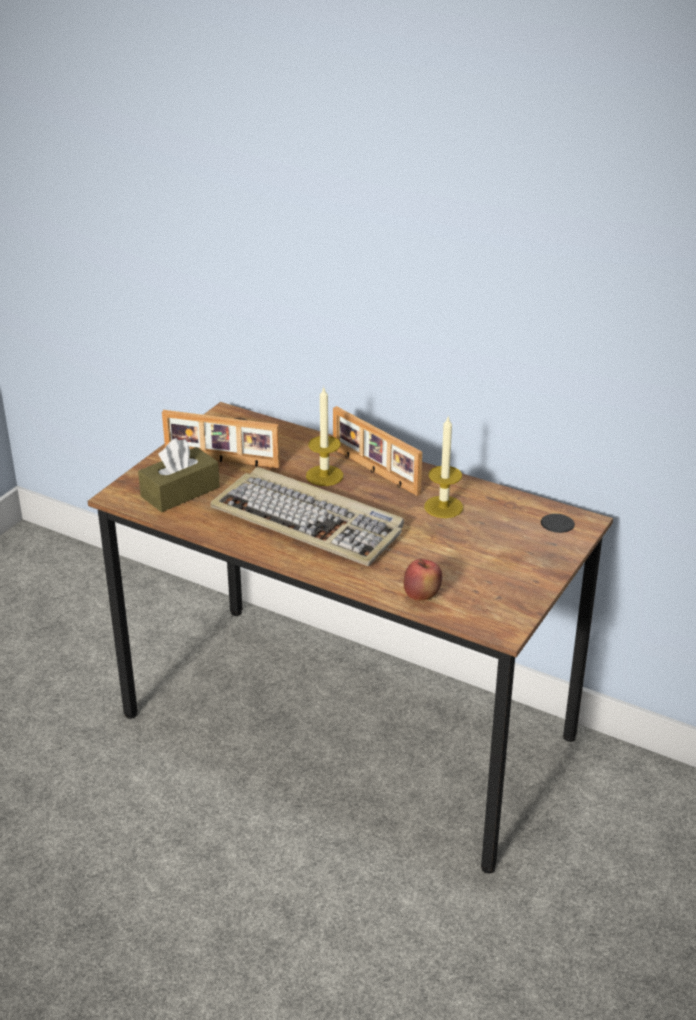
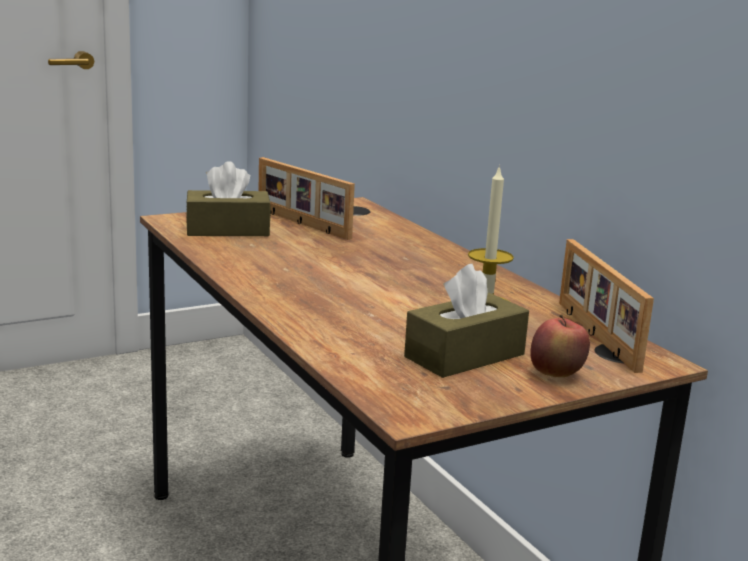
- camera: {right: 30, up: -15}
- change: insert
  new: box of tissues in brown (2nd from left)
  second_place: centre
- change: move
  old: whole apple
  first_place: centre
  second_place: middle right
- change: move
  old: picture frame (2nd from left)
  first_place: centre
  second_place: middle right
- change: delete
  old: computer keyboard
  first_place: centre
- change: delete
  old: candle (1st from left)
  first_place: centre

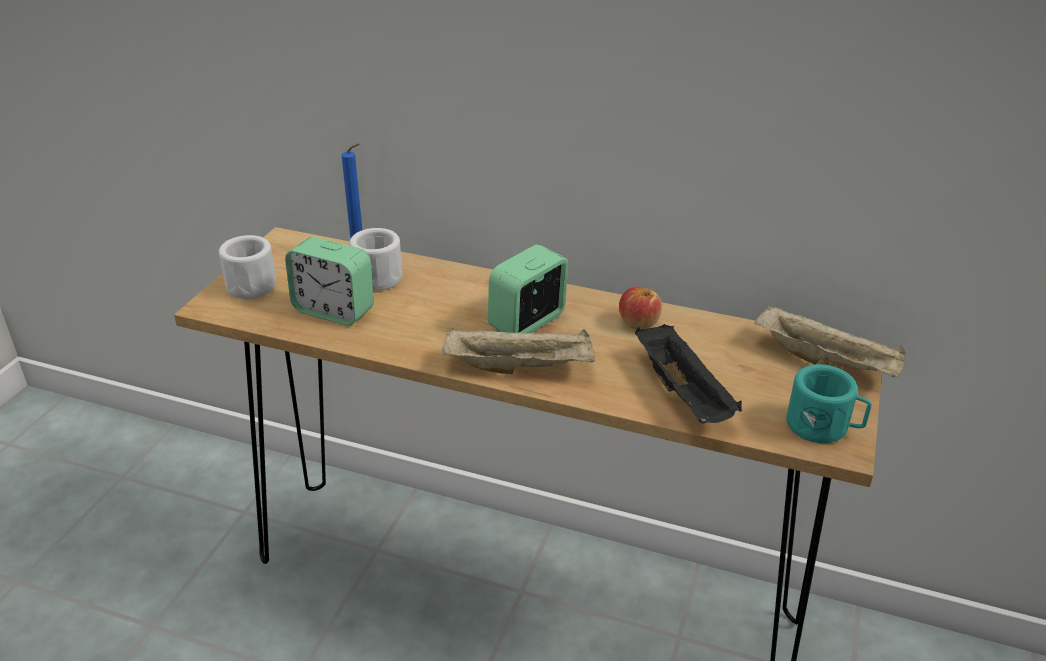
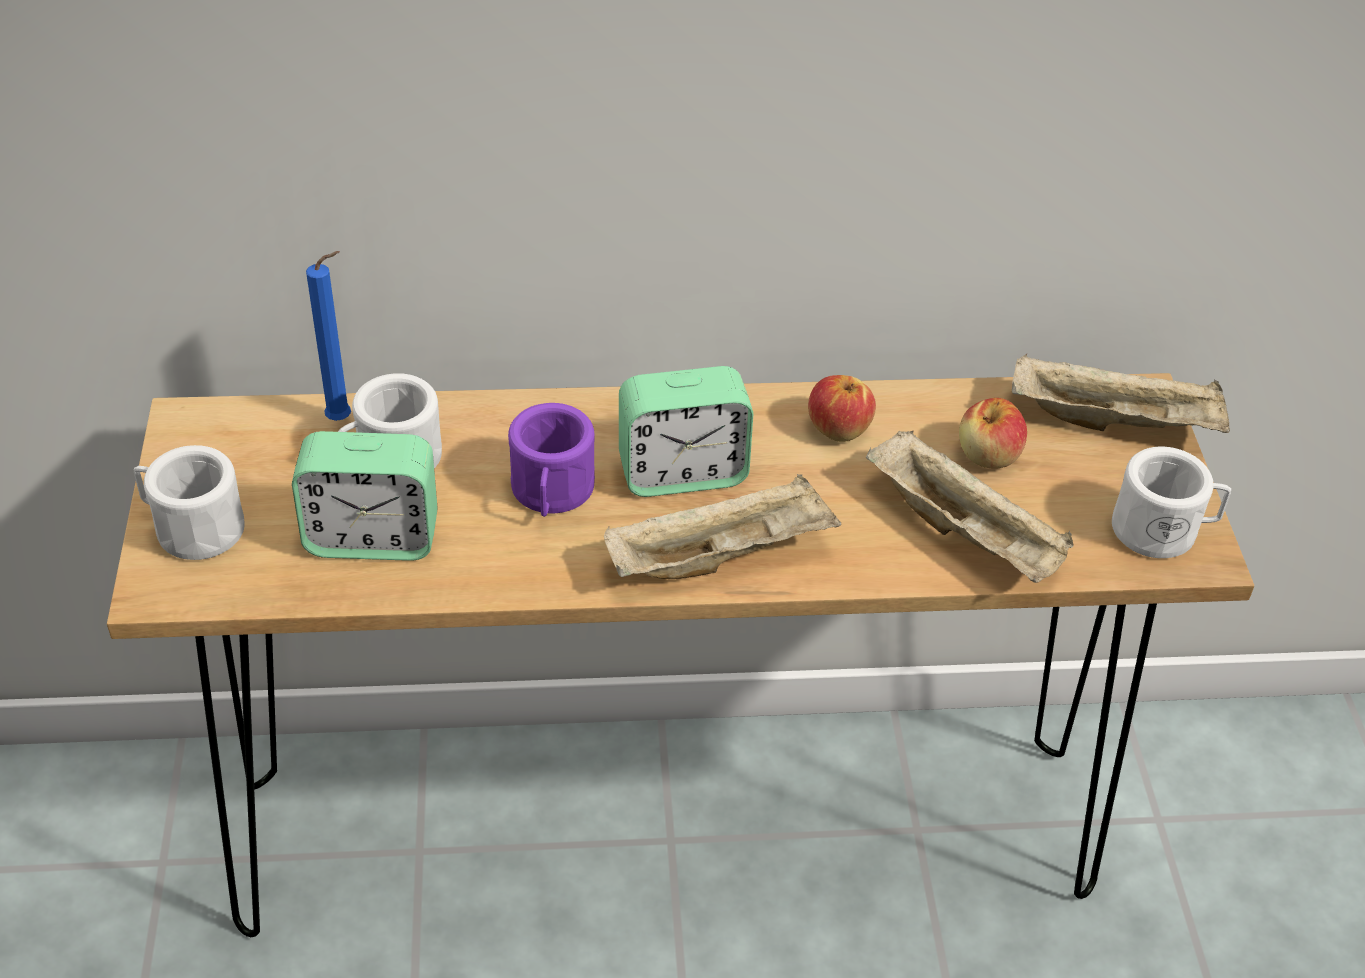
- camera: {right: -25, up: 10}
- change: insert
  new: tea mug in purplish
  second_place: centre
- change: rotate
  old: table clock (2nd from left)
  first_place: centre
  second_place: centre
  degrees: -120
- change: recolor
  old: serving tray in black
  new: serving tray in sand-coloured (2nd from left)
  first_place: centre
  second_place: middle right
- change: insert
  new: whole apple (2nd from left)
  second_place: middle right
- change: recolor
  old: tea mug in blue-green
  new: tea mug in white-coloured (3rd from left)
  first_place: middle right
  second_place: middle right

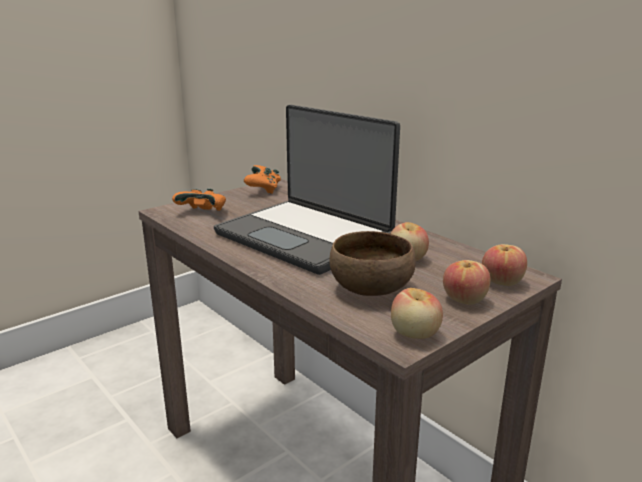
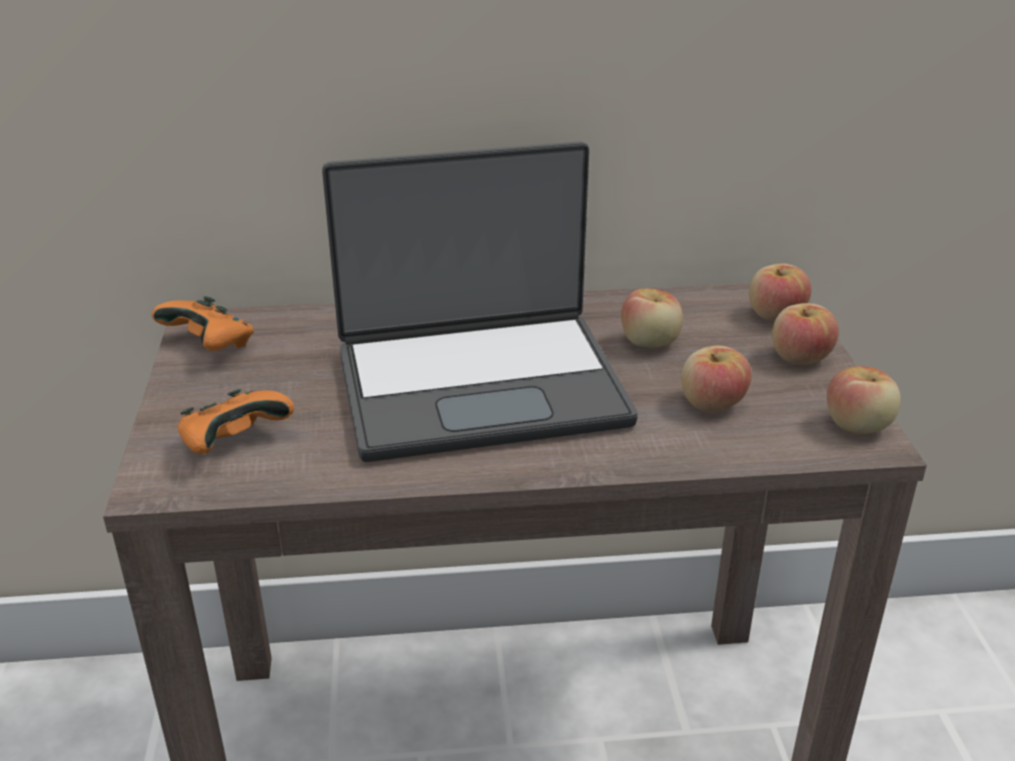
- camera: {right: -55, up: 10}
- change: replace
  old: bowl in brown
  new: whole apple (2nd from left)
  first_place: centre
  second_place: middle right

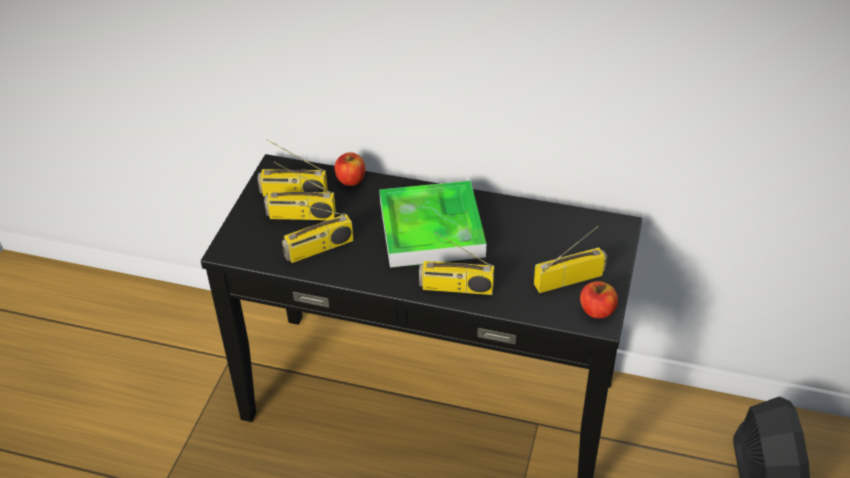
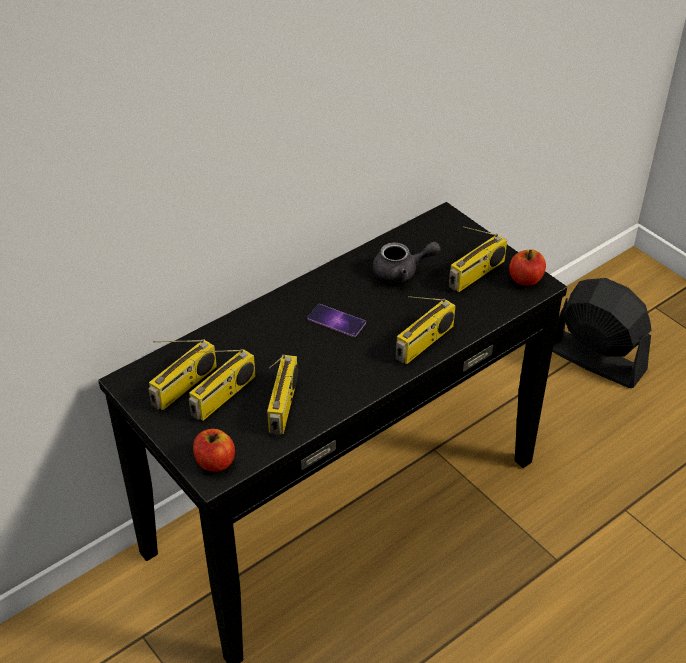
- camera: {right: -55, up: 0}
- change: move
  old: whole apple (1st from left)
  first_place: centre
  second_place: bottom left
- change: replace
  old: serving tray
  new: telephone
  first_place: centre
  second_place: centre
- change: insert
  new: tea pot in greyish
  second_place: centre
- change: rotate
  old: radio set (5th from left)
  first_place: middle right
  second_place: middle right
  degrees: -150

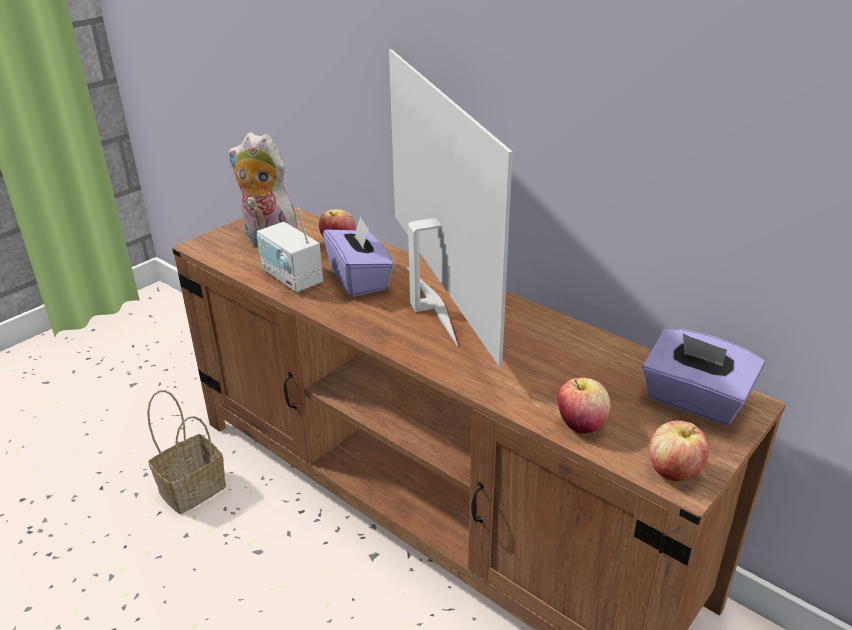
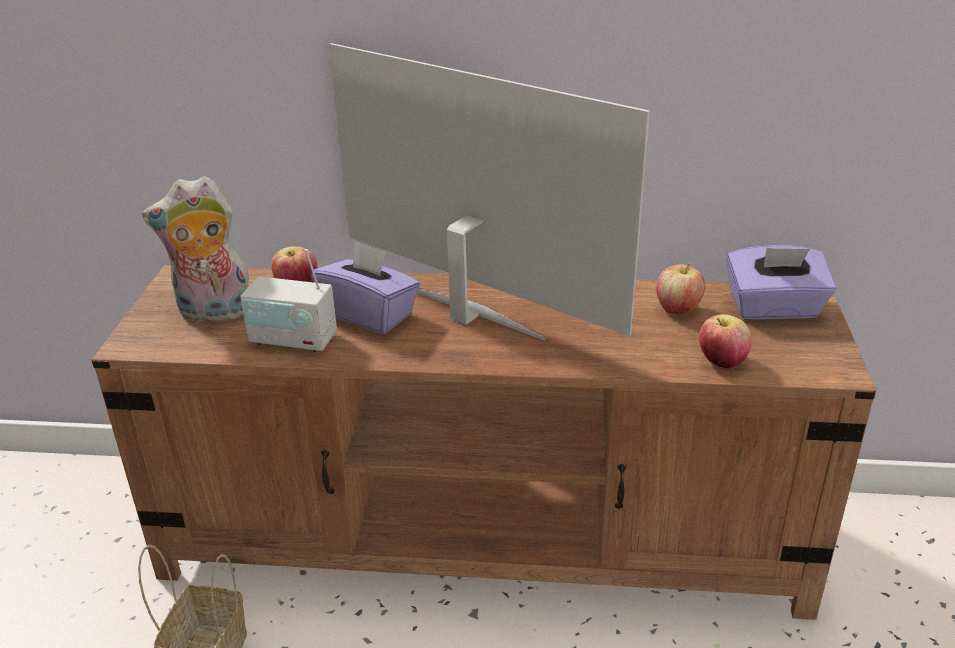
- camera: {right: -35, up: 0}
- change: move
  old: whole apple (3rd from left in the first image)
  new: whole apple (2nd from left)
  first_place: bottom right
  second_place: middle right

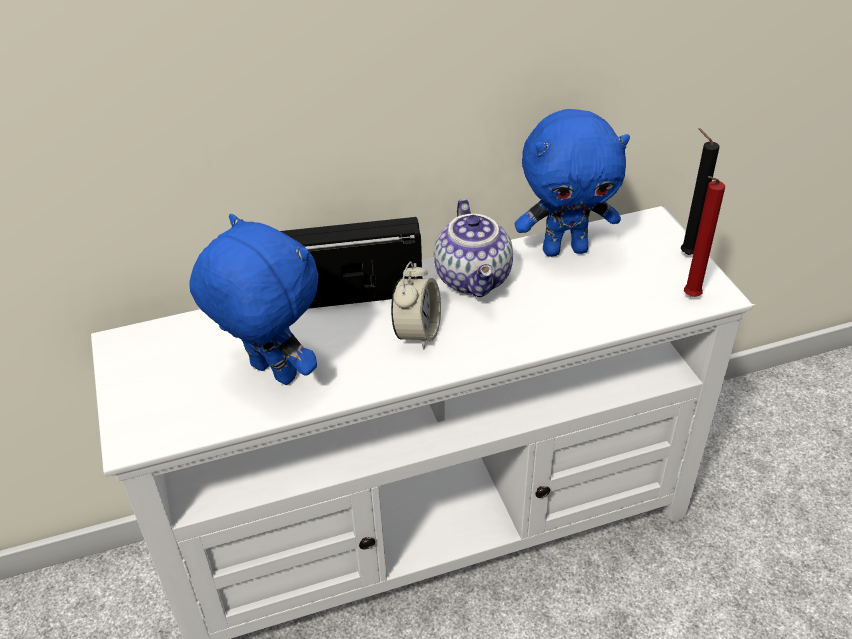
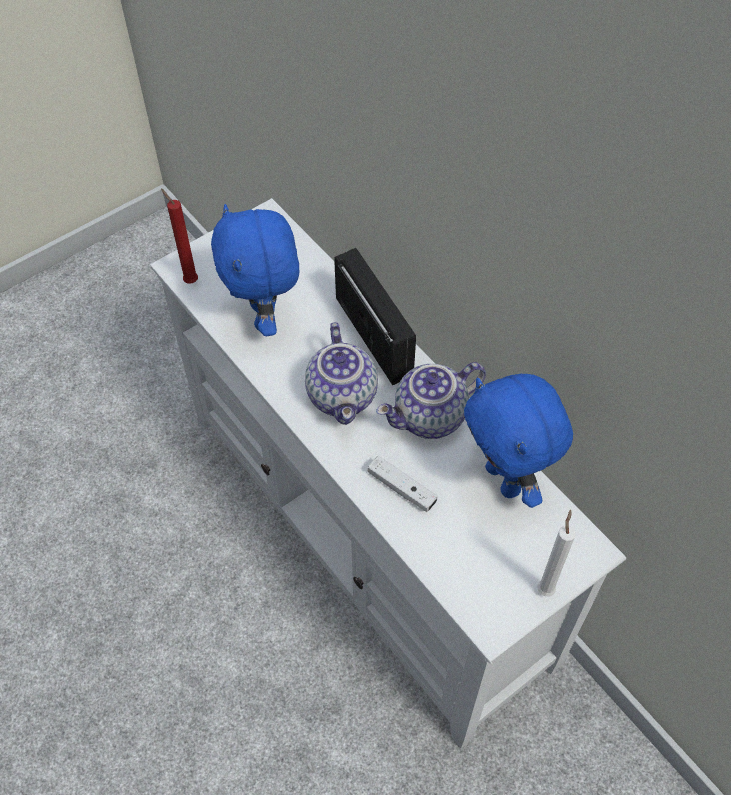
- camera: {right: 70, up: 15}
- change: move
  old: candle in red-coloured
  first_place: middle right
  second_place: top left
- change: rotate
  old: soft toy in blue (1st from left)
  first_place: middle left
  second_place: centre
  degrees: 150
- change: replace
  old: table clock
  new: tea pot (1st from left)
  first_place: centre
  second_place: centre
- change: insert
  new: game controller in white-coloured
  second_place: centre
- change: recolor
  old: candle in black
  new: candle in white-coloured
  first_place: top right
  second_place: bottom right

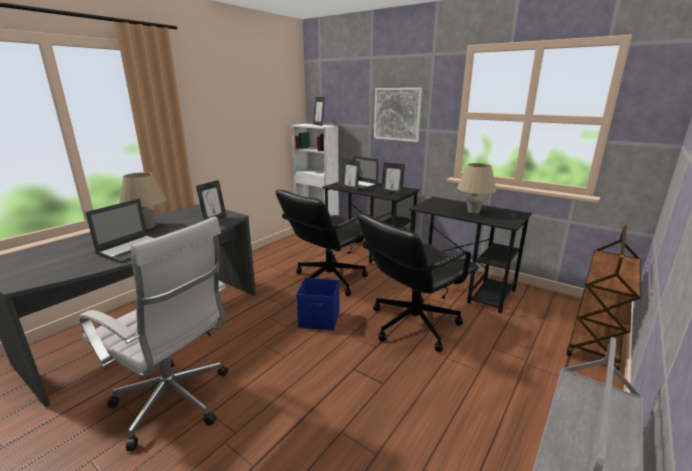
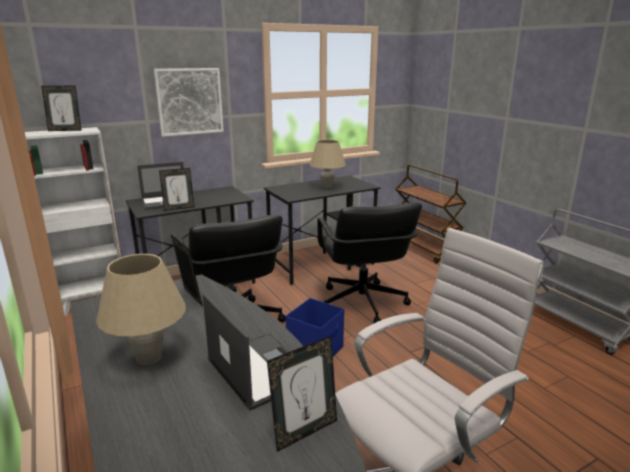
- camera: {right: -65, up: 0}
- change: move
  old: picture frame (4th from left)
  first_place: centre
  second_place: bottom centre

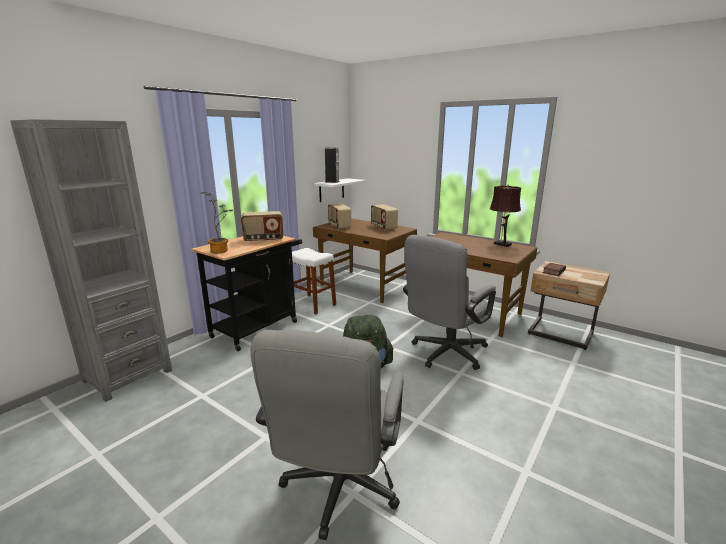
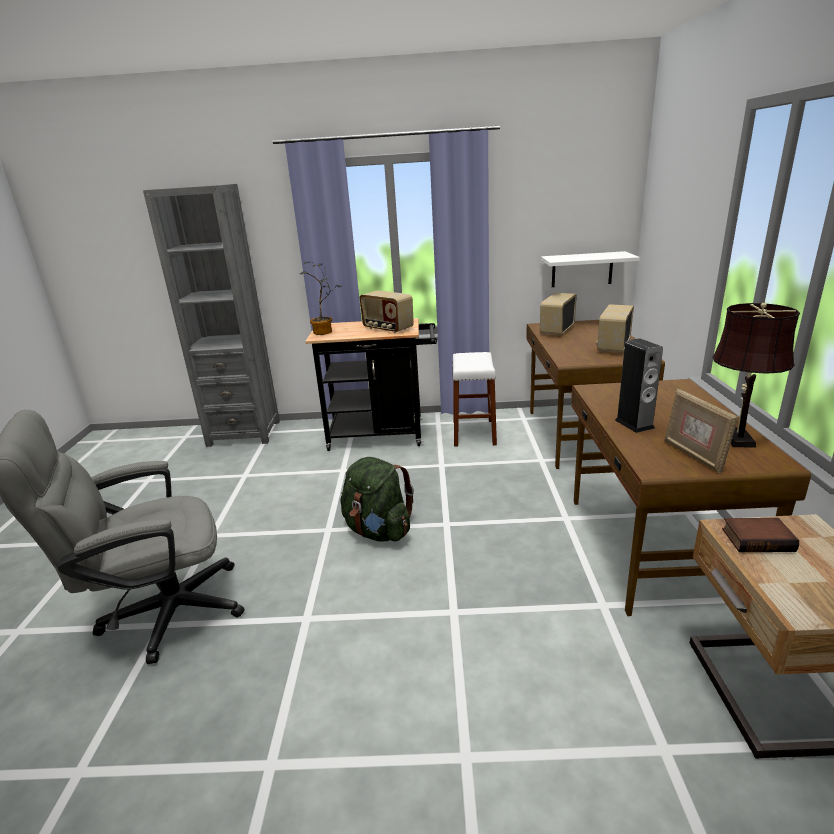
- camera: {right: 55, up: 5}
- change: move
  old: loudspeaker
  first_place: top centre
  second_place: middle right
- change: insert
  new: picture frame
  second_place: middle right
- change: delete
  old: desk chair in greyish (2nd from left)
  first_place: centre

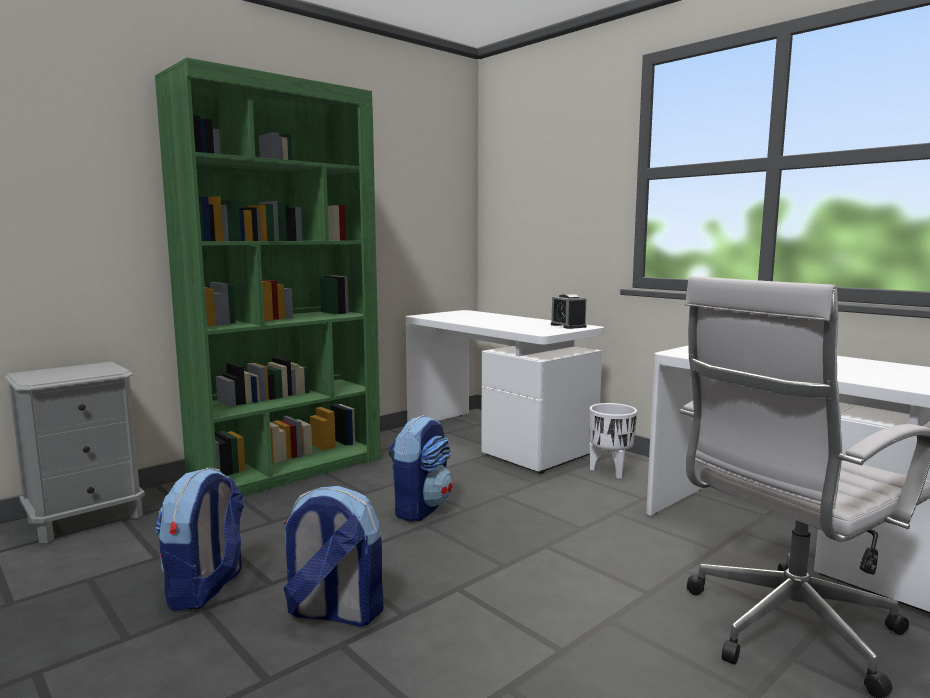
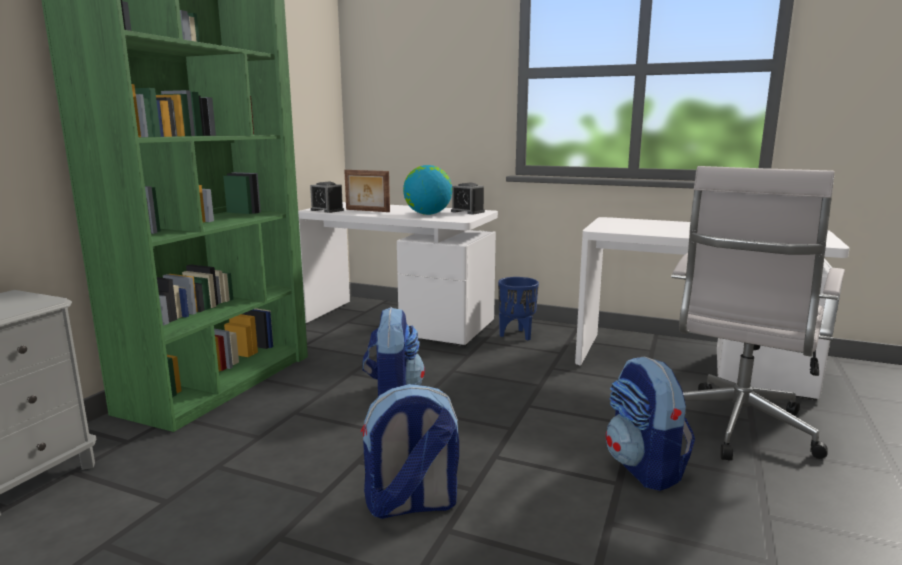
- camera: {right: -25, up: 5}
- change: insert
  new: table clock (1st from left)
  second_place: centre
- change: insert
  new: picture frame
  second_place: centre
- change: insert
  new: globe
  second_place: centre
- change: recolor
  old: flower pot in white-coloured
  new: flower pot in blue
  first_place: centre
  second_place: centre
- change: move
  old: knapsack (1st from left in the first image)
  new: knapsack (3rd from left)
  first_place: bottom left
  second_place: bottom right

